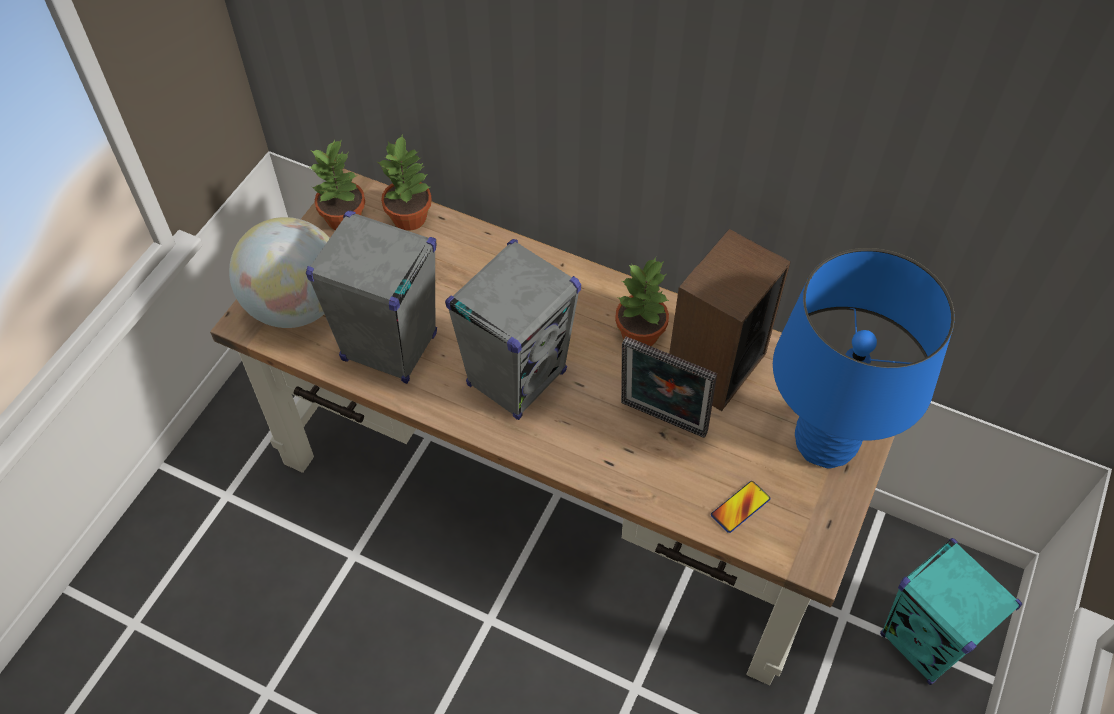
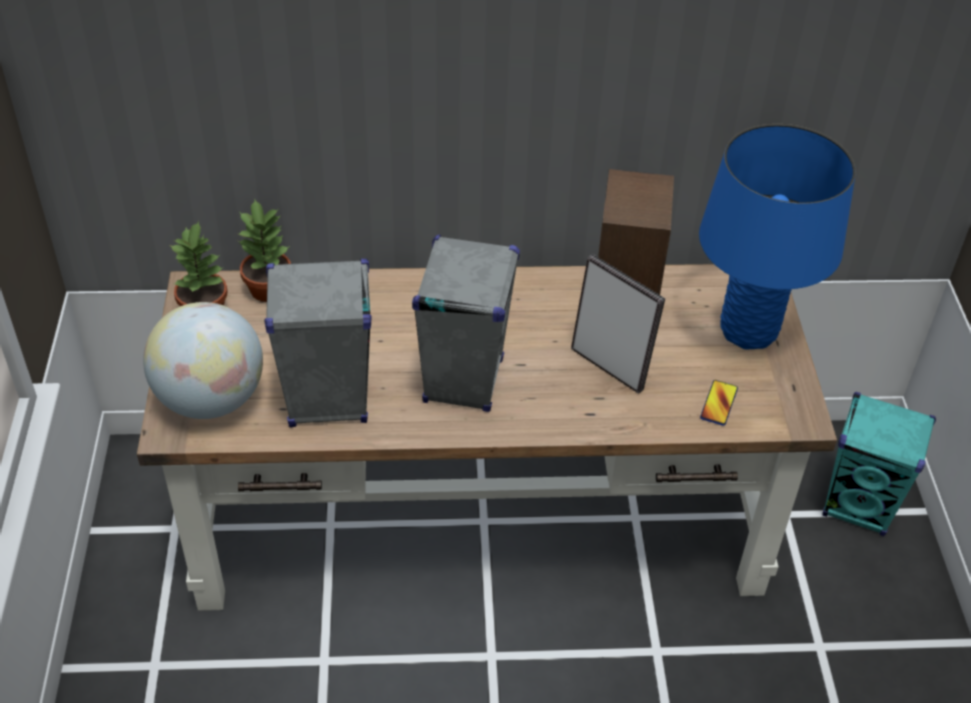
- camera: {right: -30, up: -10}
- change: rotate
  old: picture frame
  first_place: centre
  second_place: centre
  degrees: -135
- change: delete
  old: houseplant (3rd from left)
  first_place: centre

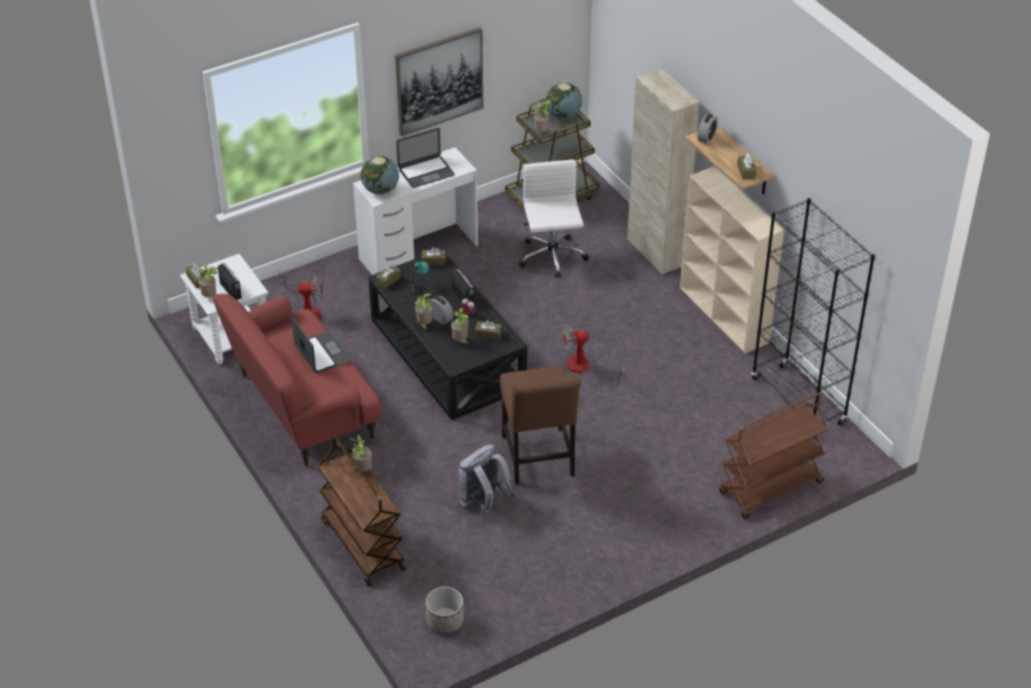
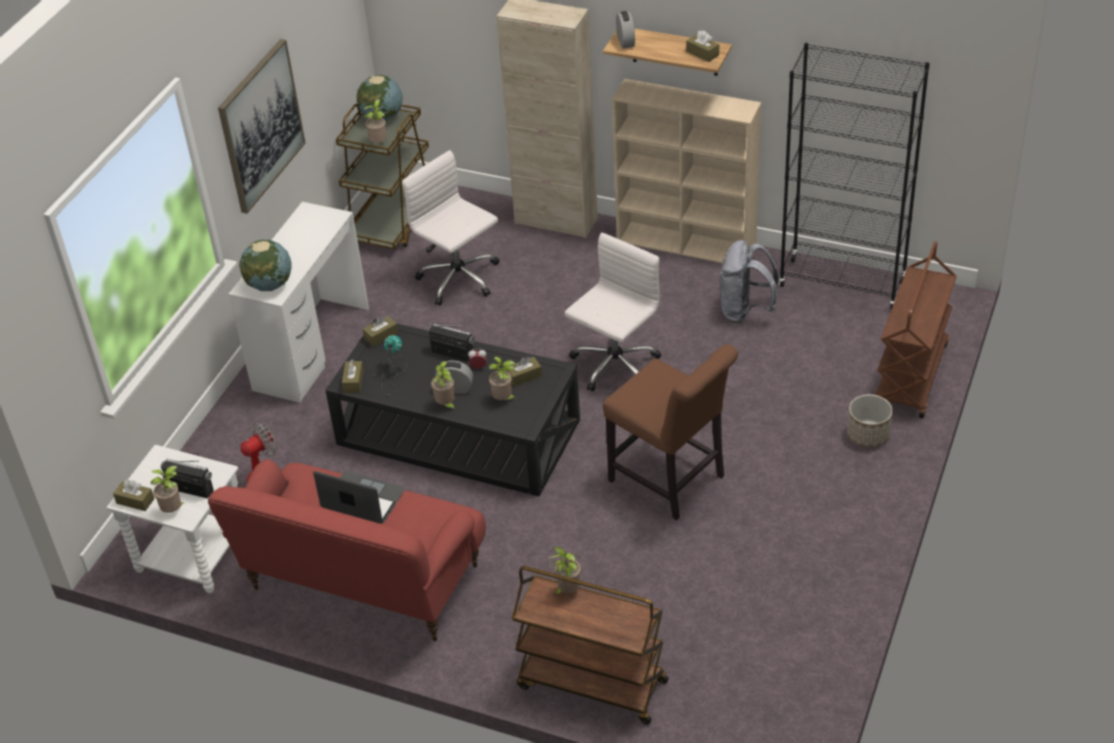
- camera: {right: -35, up: 0}
- change: replace
  old: cooling fan (2nd from left)
  new: desk chair in white-coloured (2nd from left)
  first_place: centre
  second_place: centre
- change: move
  old: knapsack in greyish
  first_place: bottom centre
  second_place: middle right
- change: move
  old: flower pot
  first_place: bottom centre
  second_place: middle right
- change: delete
  old: laptop (2nd from left)
  first_place: top centre

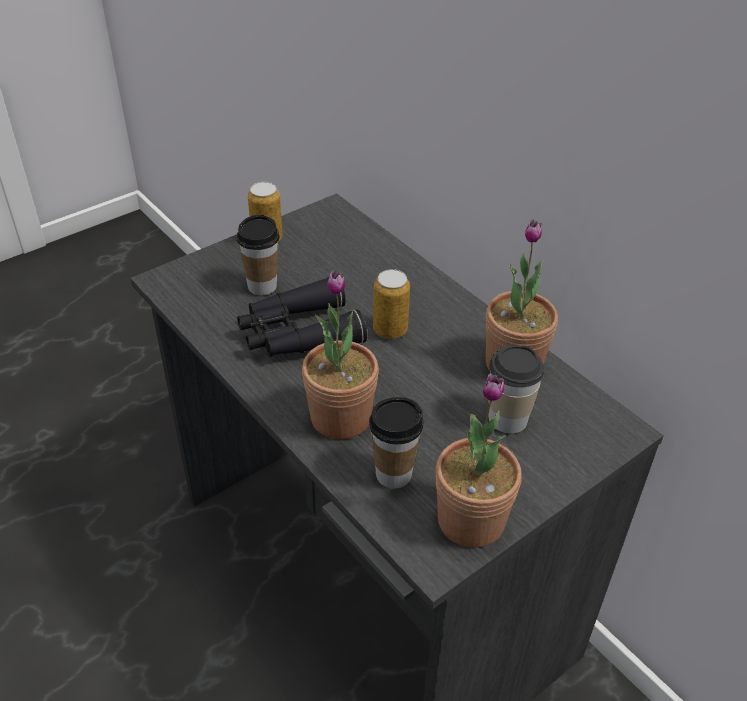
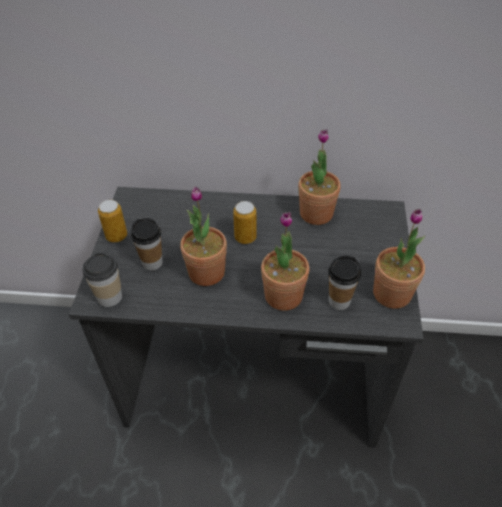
- camera: {right: -45, up: 5}
- change: move
  old: drinking cup (3rd from left in the first image)
  new: drinking cup (1st from left)
  first_place: middle right
  second_place: middle left
- change: replace
  old: binoculars in black
  new: houseplant (1st from left)
  first_place: centre
  second_place: centre

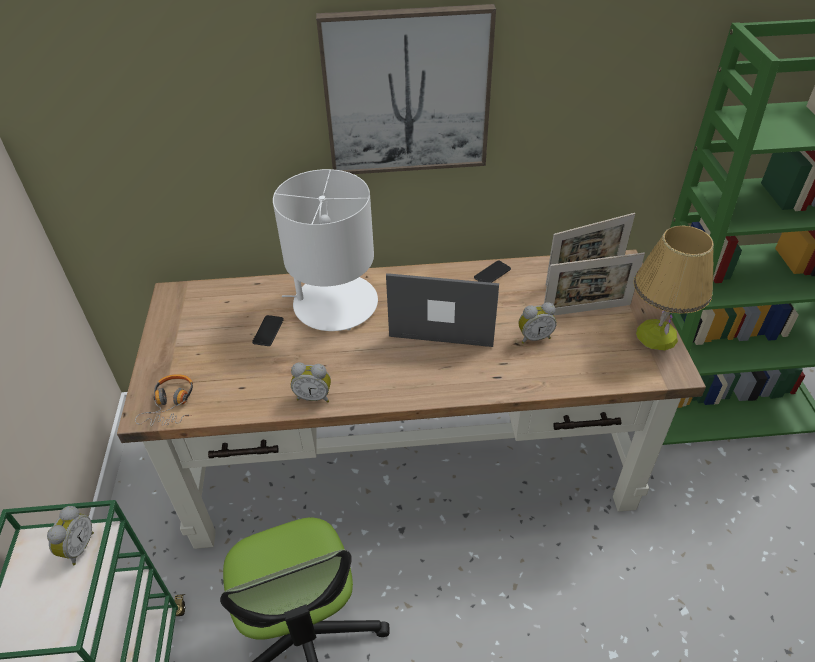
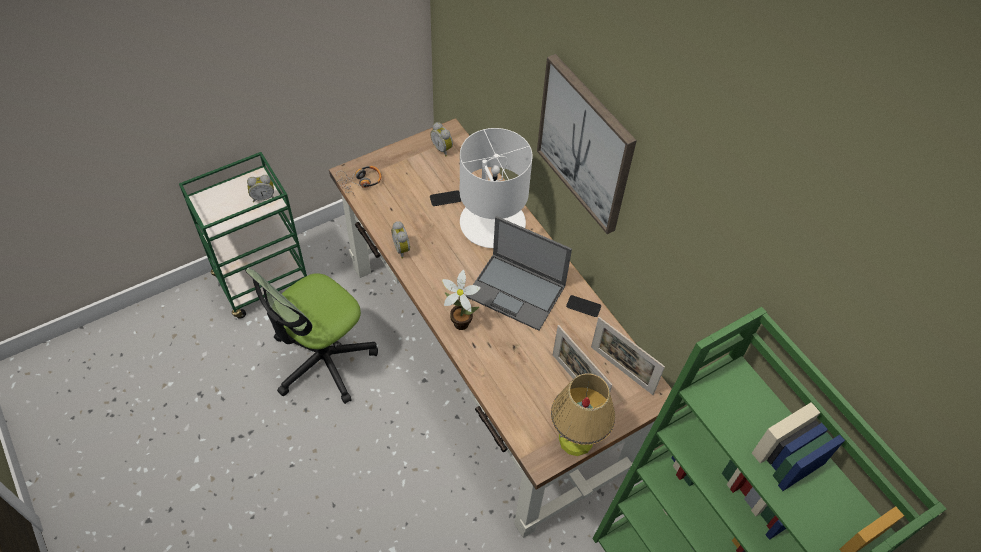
- camera: {right: 60, up: 10}
- change: move
  old: table clock (3rd from left)
  first_place: centre
  second_place: top centre
- change: insert
  new: houseplant
  second_place: centre
- change: rotate
  old: laptop
  first_place: centre
  second_place: centre
  degrees: 135

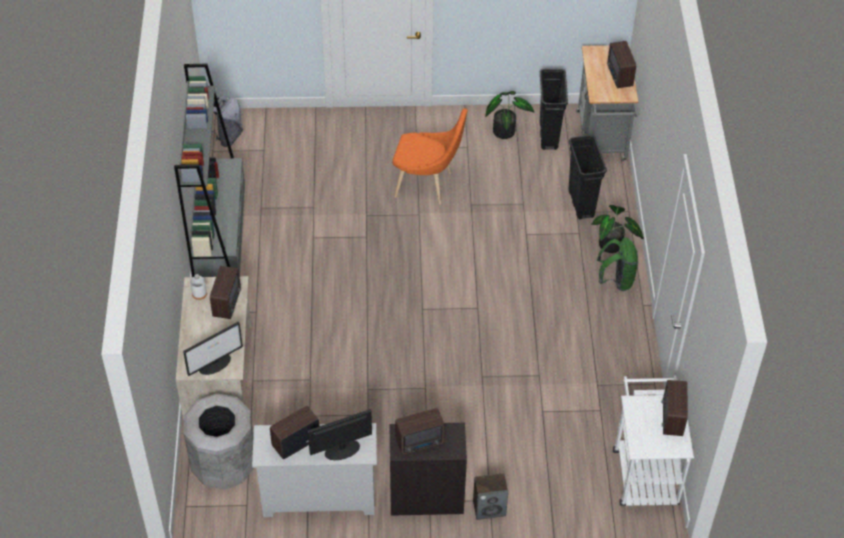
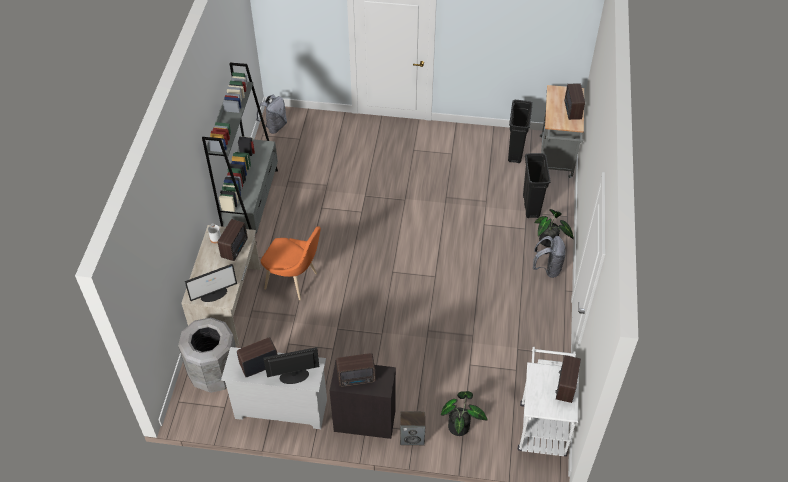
- camera: {right: 10, up: 0}
- change: move
  old: upright chair in orangey
  first_place: top centre
  second_place: centre
- change: move
  old: houseplant (1st from left)
  first_place: top centre
  second_place: bottom centre
- change: recolor
  old: knapsack in greenish
  new: knapsack in greyish (2nd from left)
  first_place: middle right
  second_place: middle right

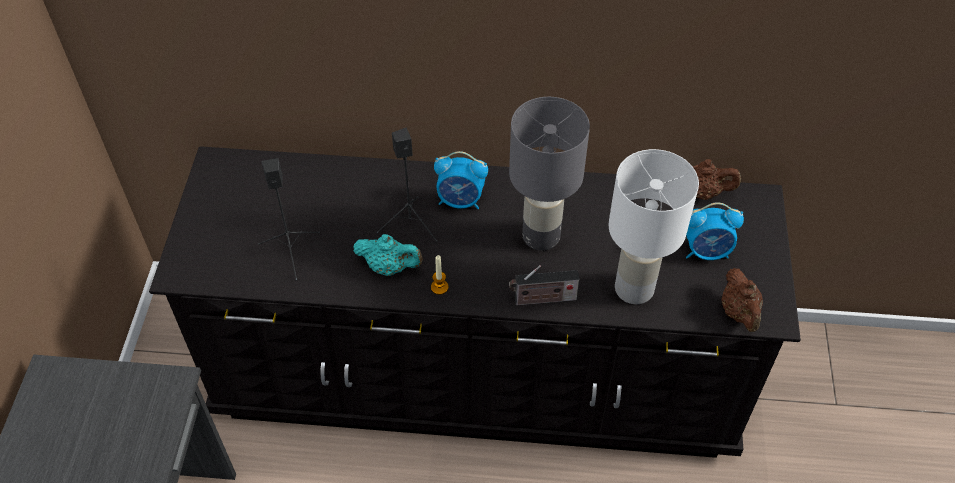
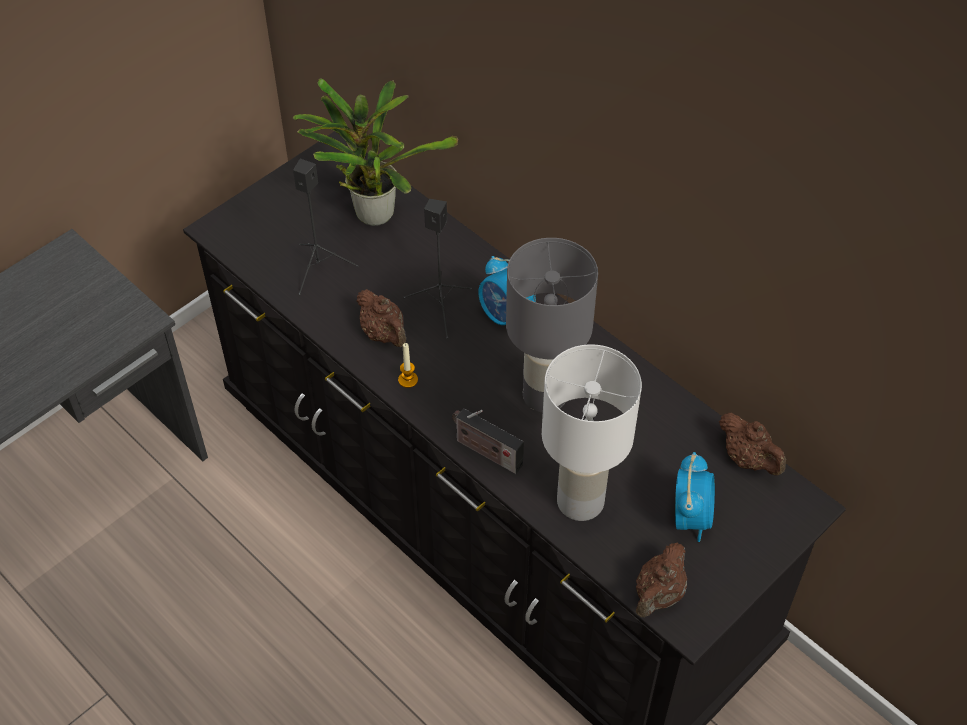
- camera: {right: 40, up: 0}
- change: insert
  new: houseplant
  second_place: top centre
- change: recolor
  old: tea pot in blue-green
  new: tea pot in brown (1st from left)
  first_place: centre
  second_place: centre
- change: rotate
  old: table clock (2nd from left)
  first_place: middle right
  second_place: bottom right
  degrees: -120

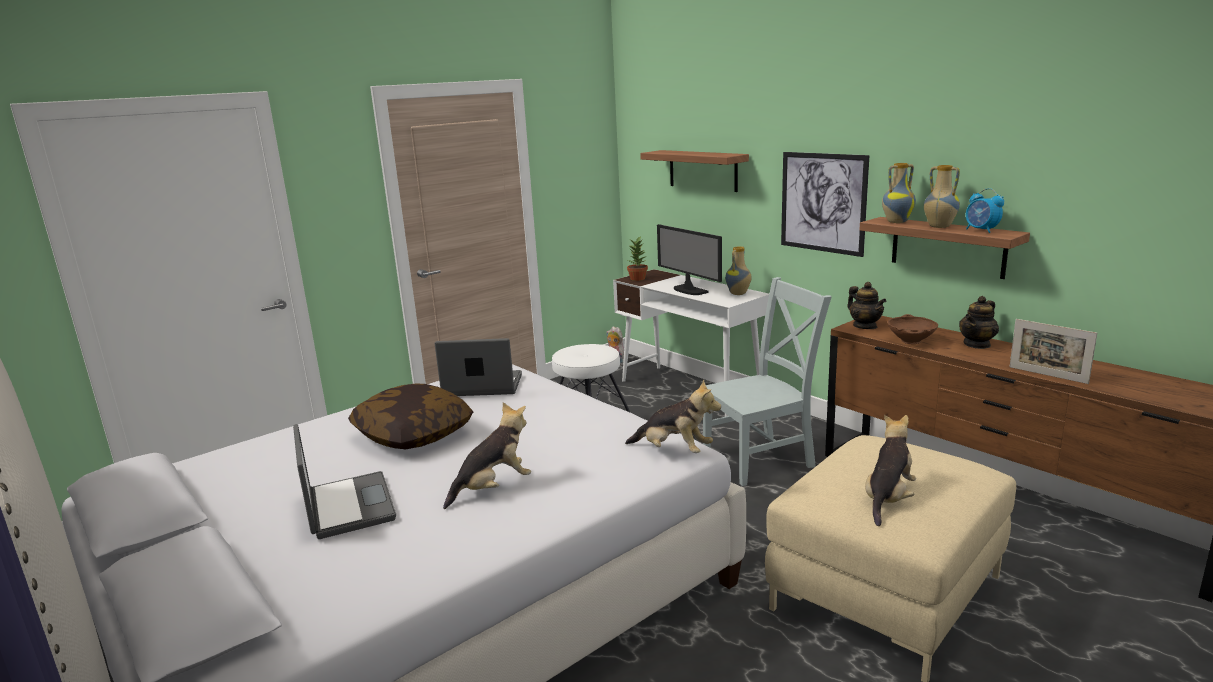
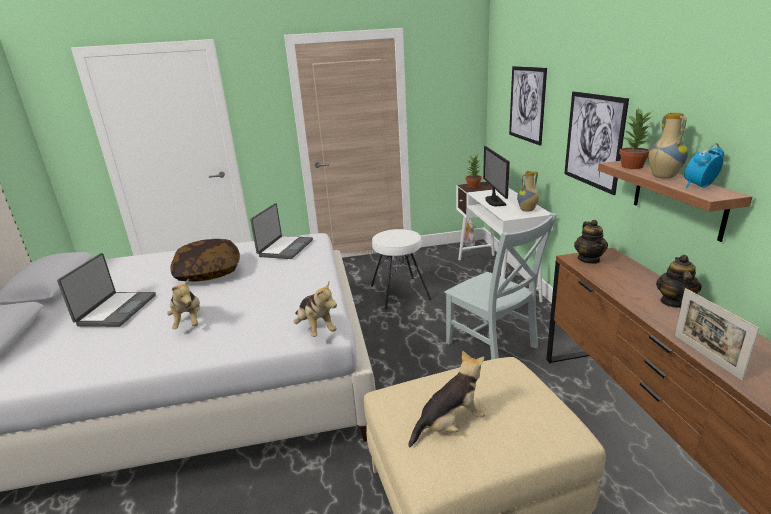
- camera: {right: 30, up: 5}
- change: rotate
  old: soft toy (1st from left)
  first_place: bottom centre
  second_place: middle left
  degrees: 75
- change: rotate
  old: laptop (2nd from left)
  first_place: centre
  second_place: centre
  degrees: 75
- change: rotate
  old: upright chair in greyish
  first_place: centre
  second_place: centre
  degrees: 45
- change: replace
  old: wall shelf (1st from left)
  new: wall picture (1st from left)
  first_place: top centre
  second_place: top right
- change: replace
  old: flower vase (2nd from left)
  new: houseplant (2nd from left)
  first_place: top right
  second_place: top right
- change: rotate
  old: tea pot (2nd from left)
  first_place: middle right
  second_place: middle right
  degrees: 120
- change: rotate
  old: table clock
  first_place: top right
  second_place: top right
  degrees: 60
- change: delete
  old: bowl in brown
  first_place: middle right

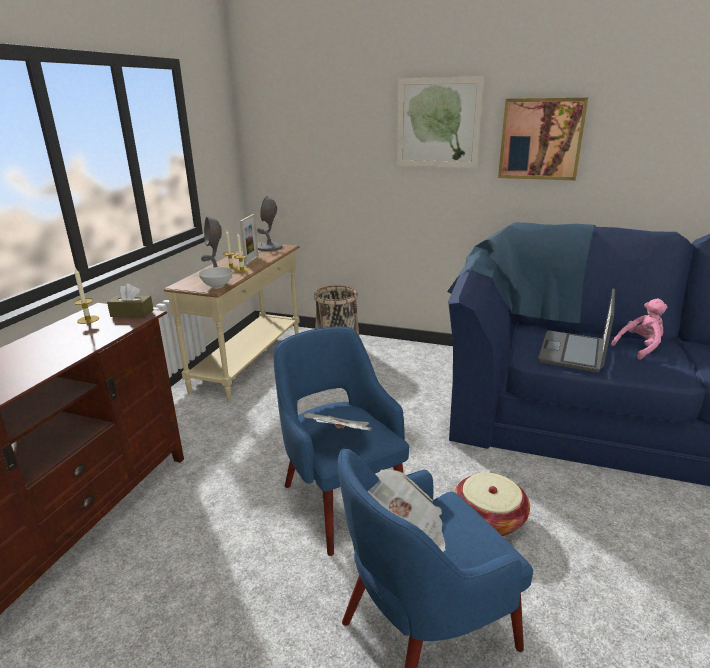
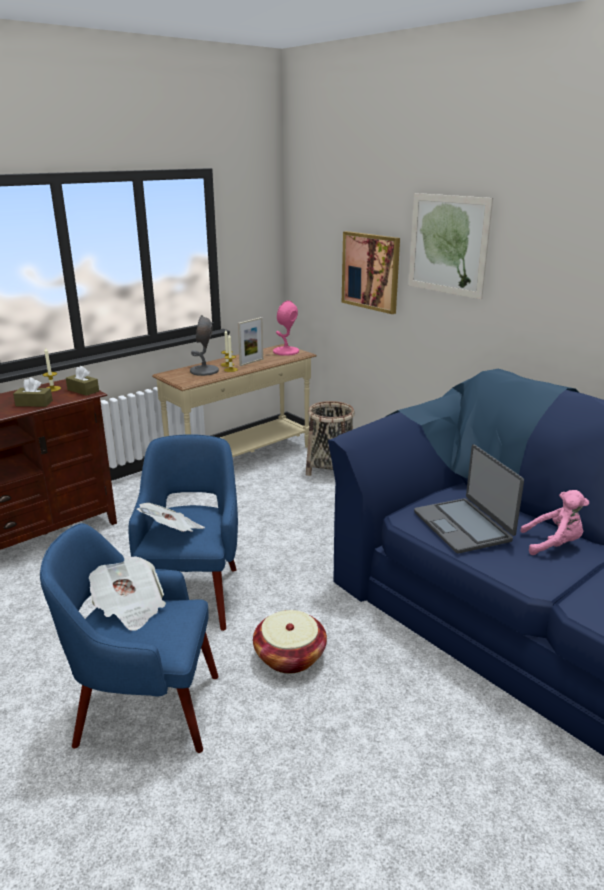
- camera: {right: 30, up: 0}
- change: insert
  new: box of tissues in brown (1st from left)
  second_place: middle left
- change: recolor
  old: tabletop lamp in greyish (2nd from left)
  new: tabletop lamp in pinkish
  first_place: centre
  second_place: centre
- change: move
  old: wall picture (2nd from left in the first image)
  new: wall picture (1st from left)
  first_place: top right
  second_place: top centre
- change: rotate
  old: laptop
  first_place: middle right
  second_place: middle right
  degrees: -75
- change: delete
  old: bowl in white-coloured
  first_place: middle left

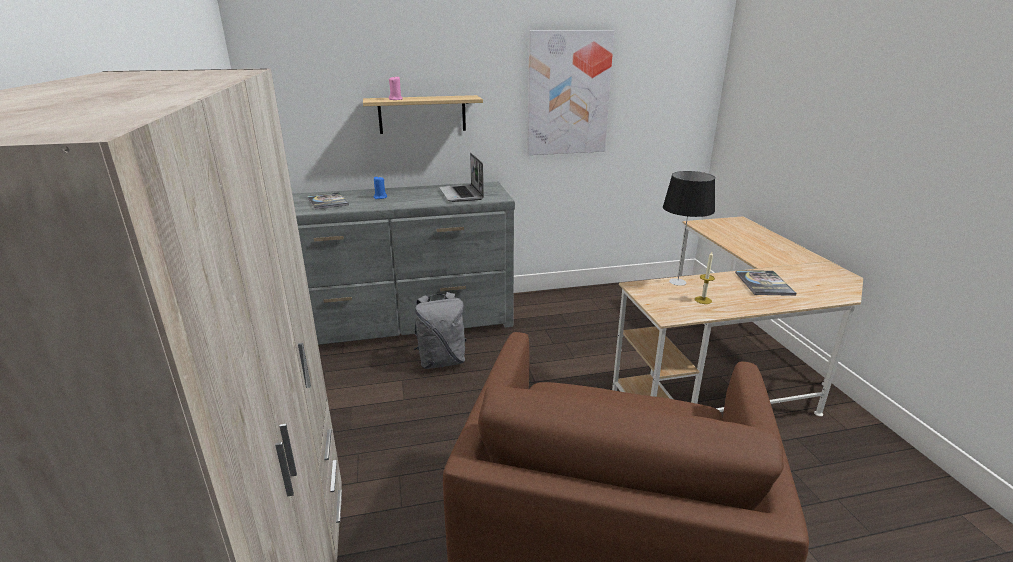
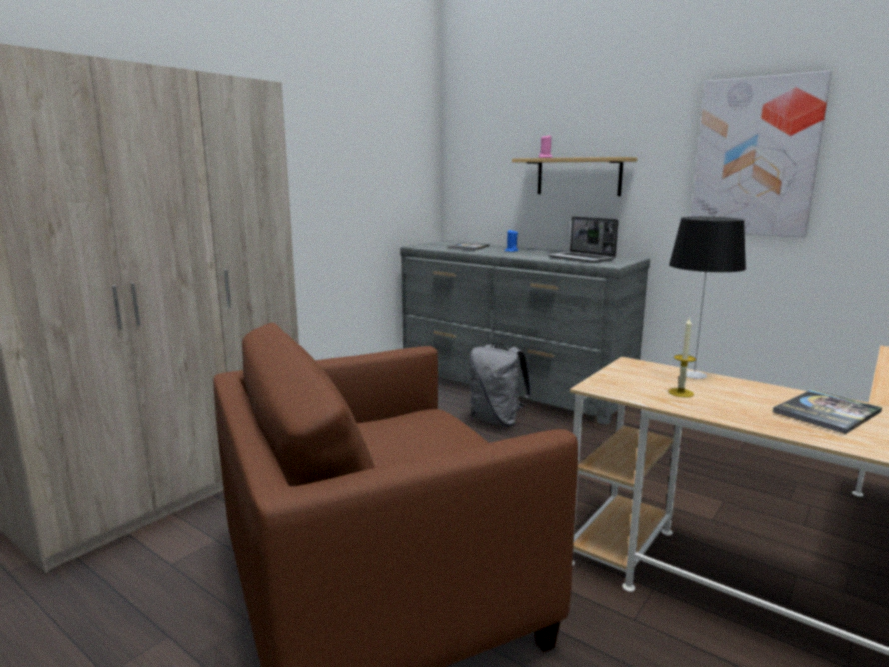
- camera: {right: 50, up: -10}
- change: rotate
  old: laptop
  first_place: top centre
  second_place: centre
  degrees: -75

